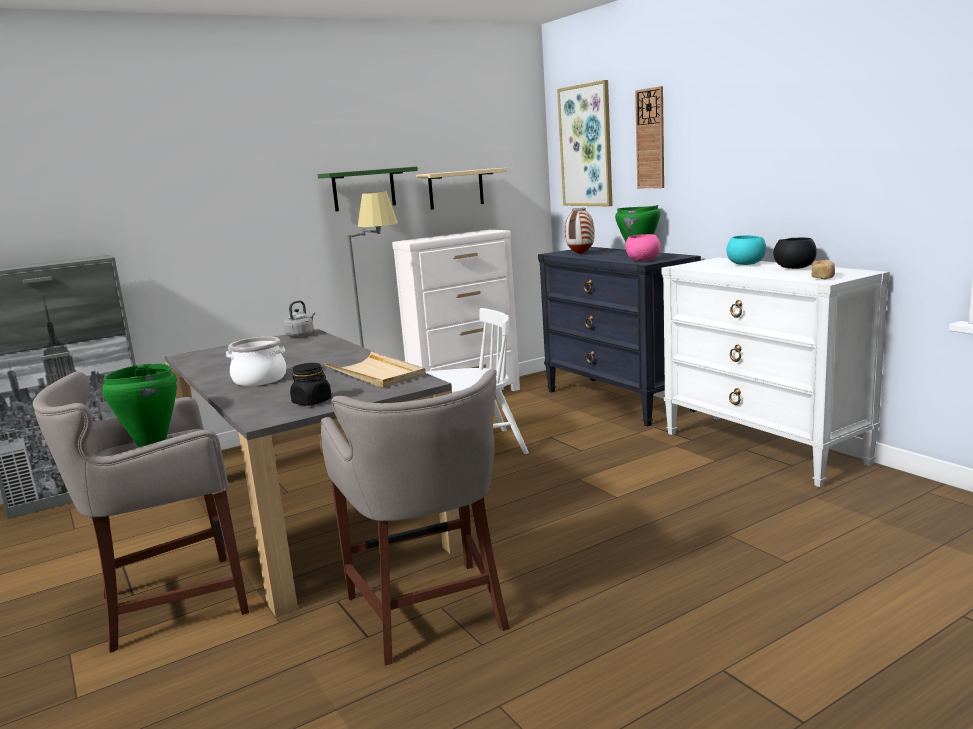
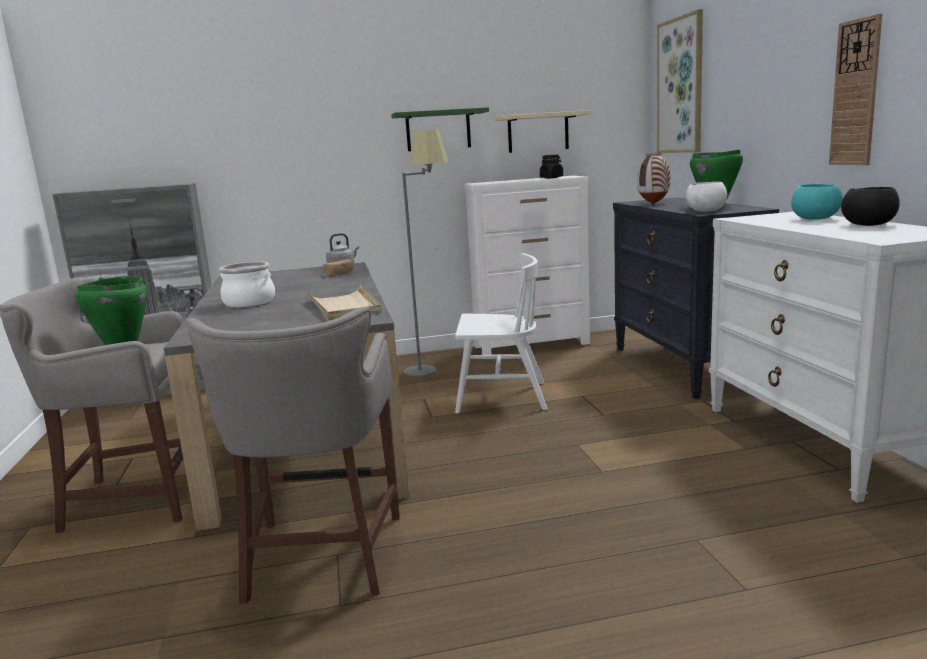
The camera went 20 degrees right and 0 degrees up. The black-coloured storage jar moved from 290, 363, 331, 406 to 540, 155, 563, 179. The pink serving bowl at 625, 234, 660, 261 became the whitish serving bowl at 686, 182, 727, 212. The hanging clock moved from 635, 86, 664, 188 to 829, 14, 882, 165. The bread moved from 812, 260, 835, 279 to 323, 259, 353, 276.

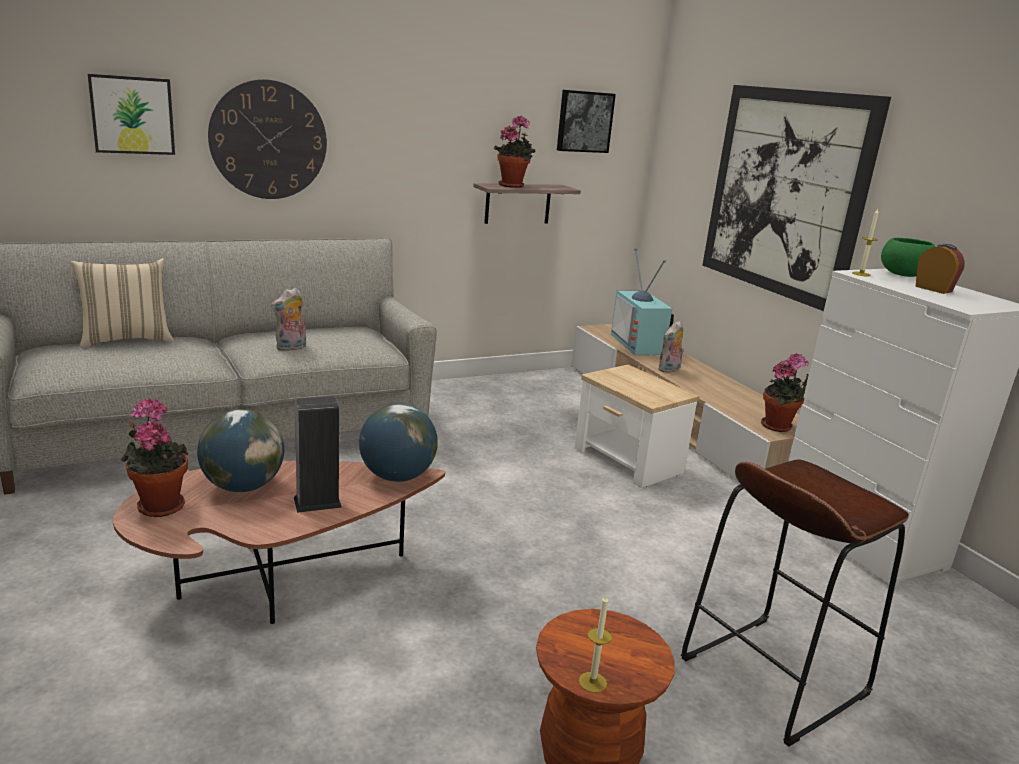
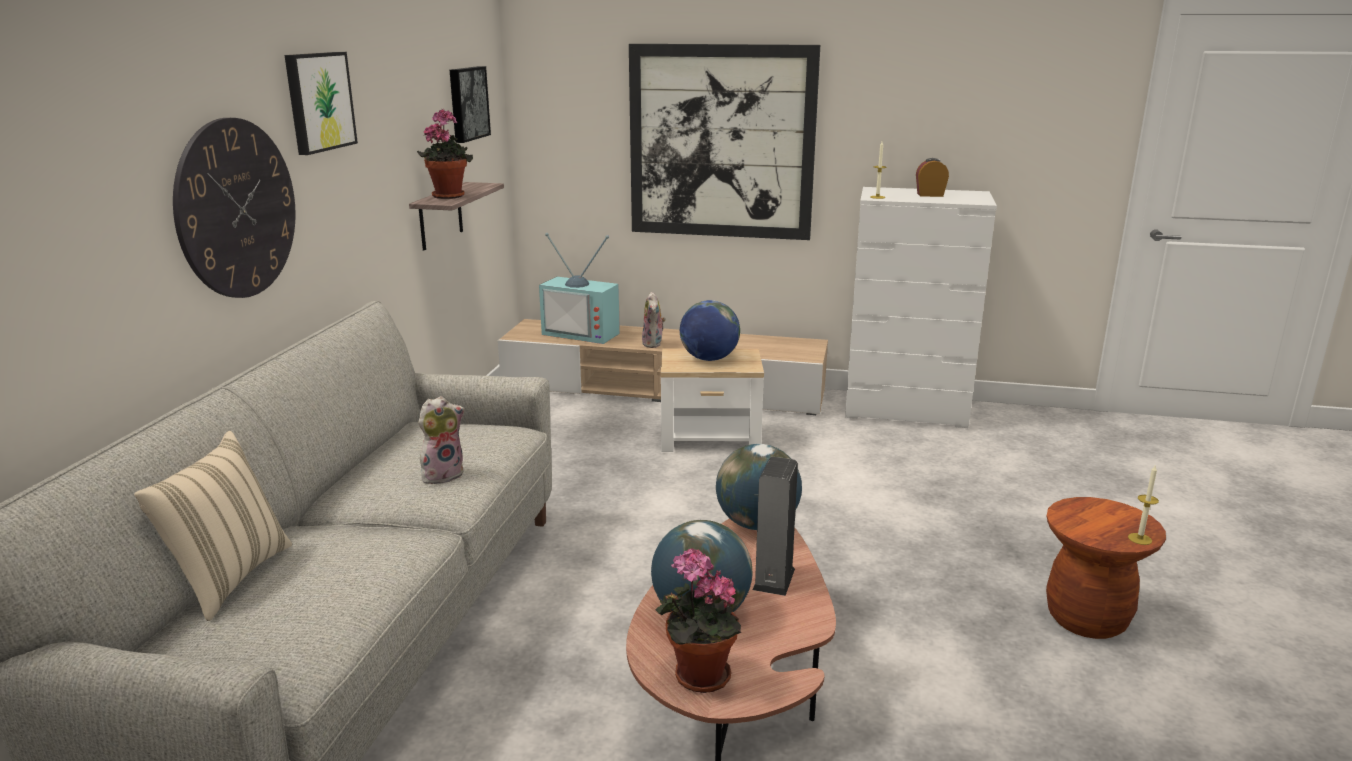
The camera went 50 degrees left and 0 degrees up. The wall picture moved from 88, 74, 175, 155 to 284, 52, 358, 155. The cuddly toy at 271, 288, 306, 351 turned 120 degrees counterclockwise. The brown-coloured stool at 681, 459, 909, 747 disappeared. The plant in a pot at 761, 353, 809, 432 disappeared. The green serving bowl at 881, 238, 935, 277 disappeared. The world globe at 680, 300, 740, 361 appeared.

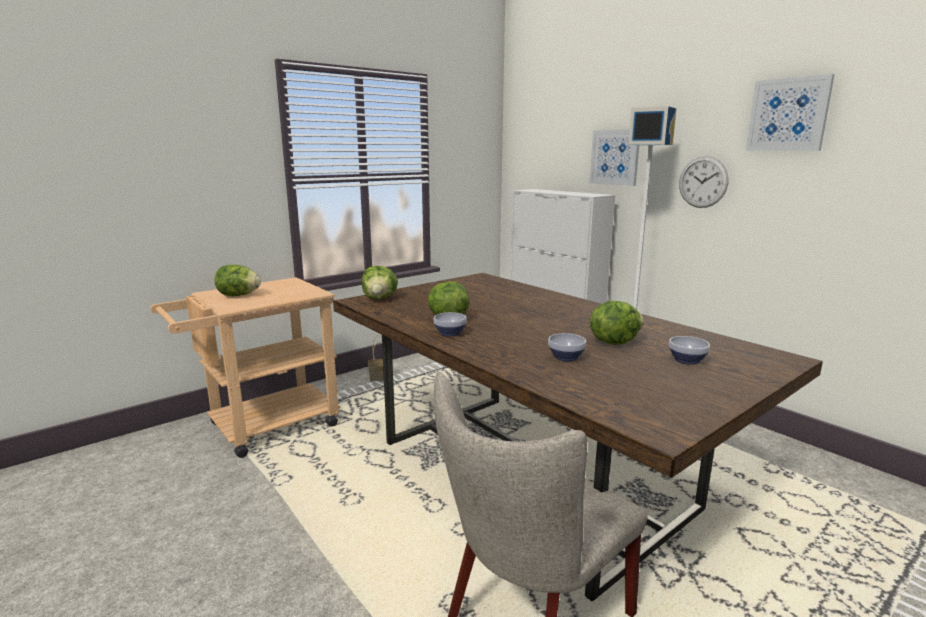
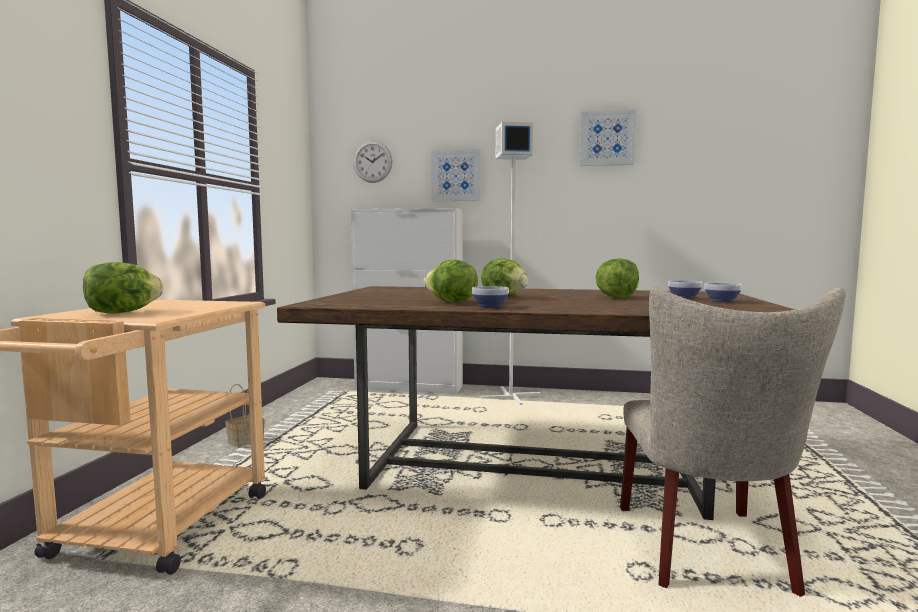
The camera went 40 degrees left and 10 degrees down. The head of lettuce moved from 362, 266, 398, 300 to 481, 258, 528, 298. The serving bowl moved from 548, 333, 586, 361 to 704, 283, 742, 302. The hanging clock moved from 679, 156, 728, 208 to 353, 141, 393, 183.

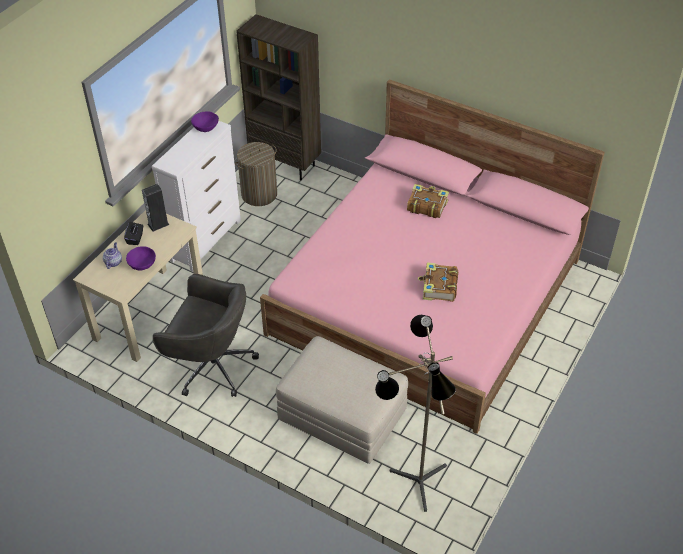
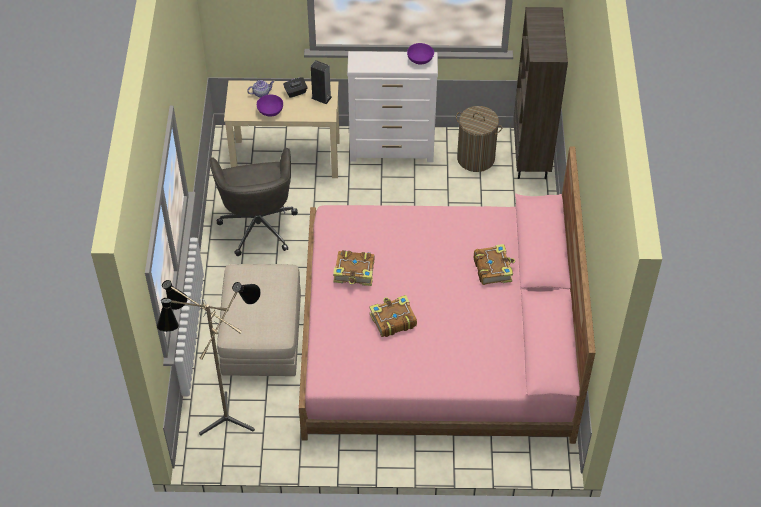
The camera went 60 degrees right and 5 degrees up. The book at 333, 250, 374, 286 appeared.

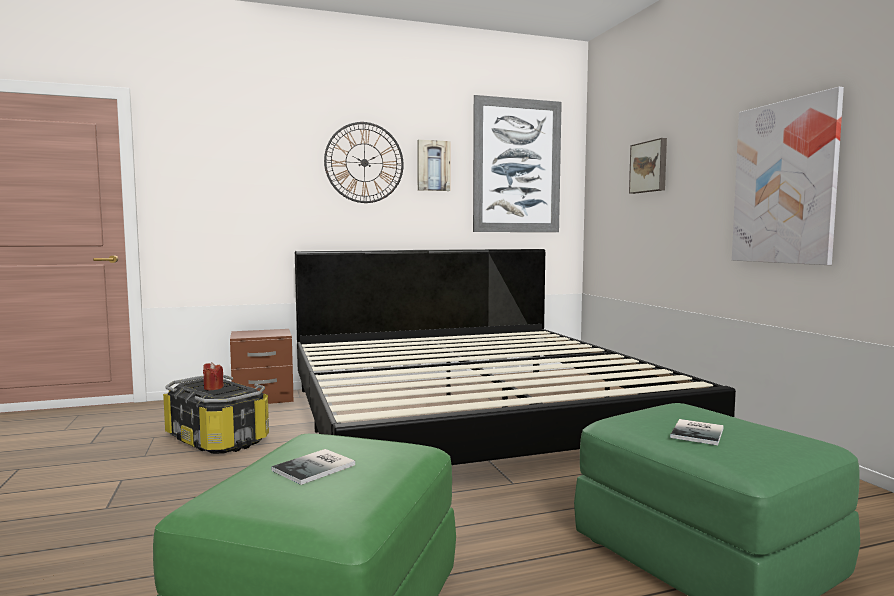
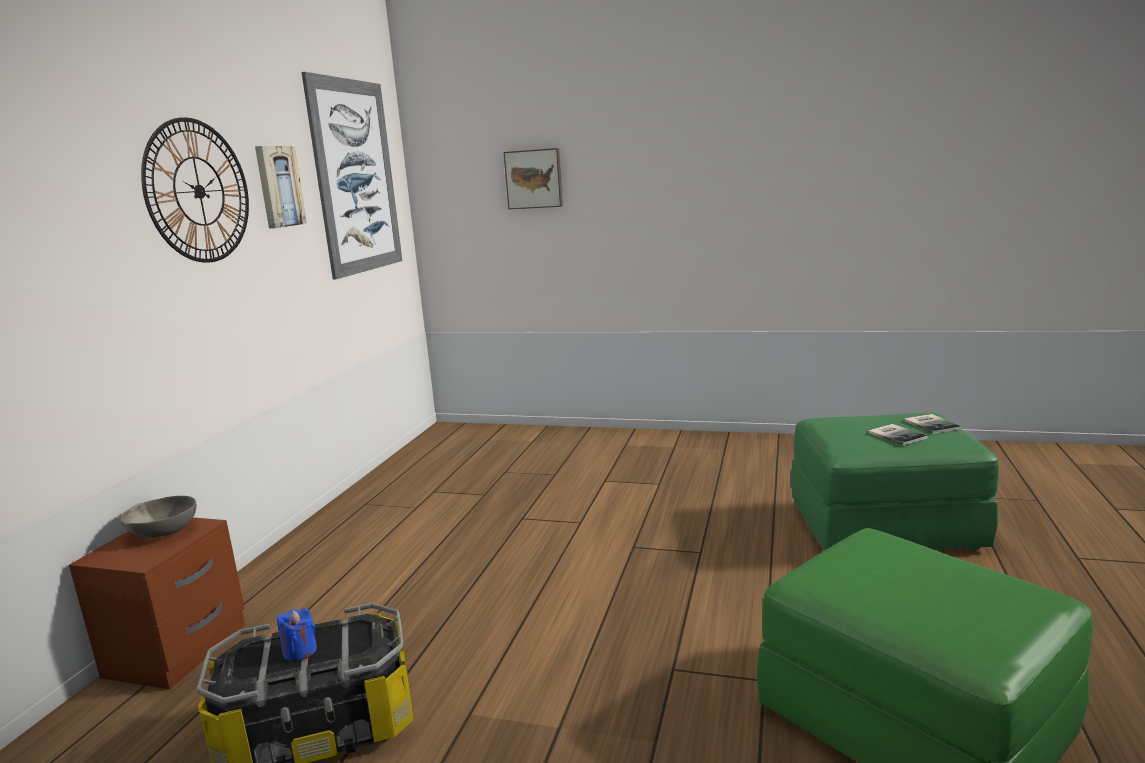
The camera went 55 degrees left and 10 degrees up. The reddish wax light at 203, 362, 224, 390 became the blue wax light at 277, 608, 317, 661. The book moved from 271, 449, 355, 485 to 904, 414, 961, 434. The sleeping bed at 295, 249, 736, 465 disappeared. The wall picture at 732, 87, 844, 265 disappeared. The greyish serving bowl at 120, 496, 197, 538 appeared.

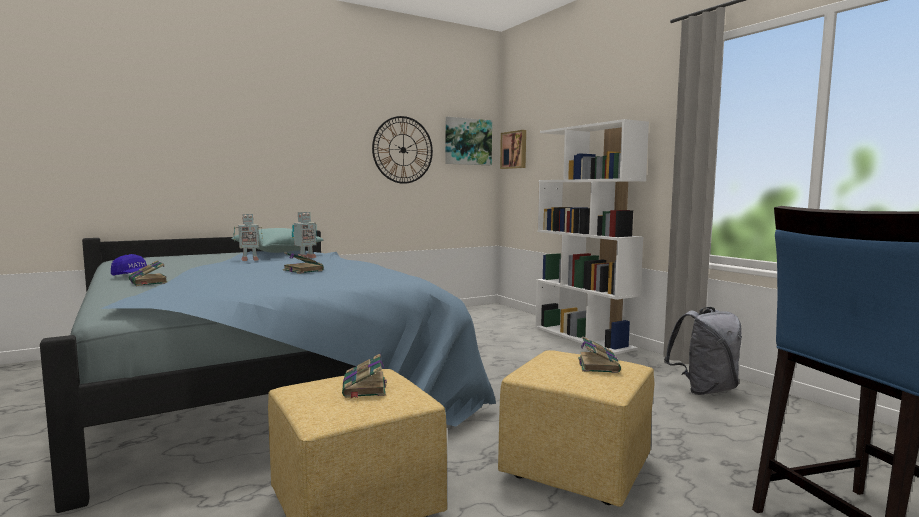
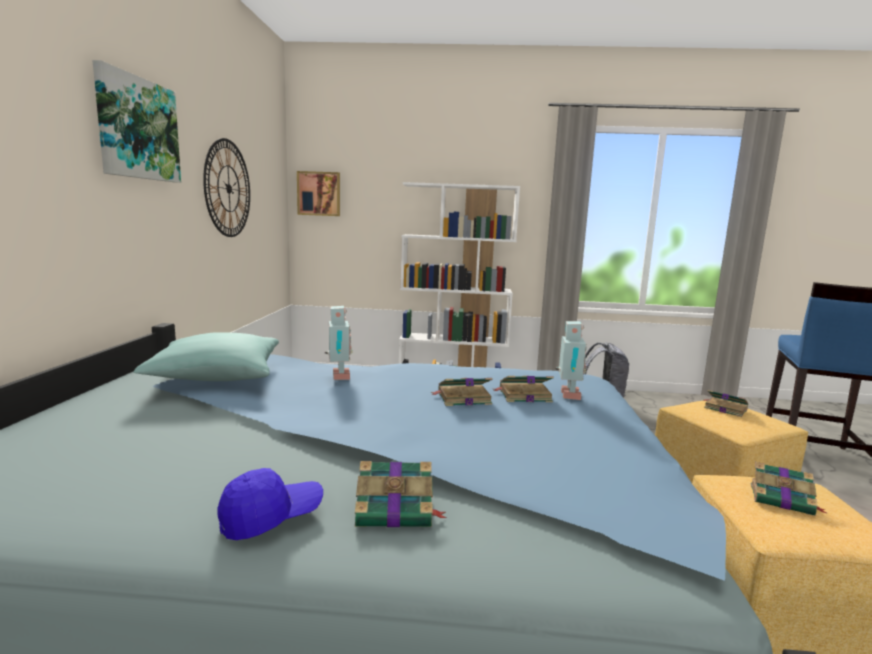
The camera went 55 degrees left and 5 degrees up. The model robot moved from 234, 214, 263, 261 to 555, 321, 587, 400. The wall picture moved from 446, 117, 492, 165 to 92, 60, 181, 183. The book at 494, 376, 554, 402 appeared.

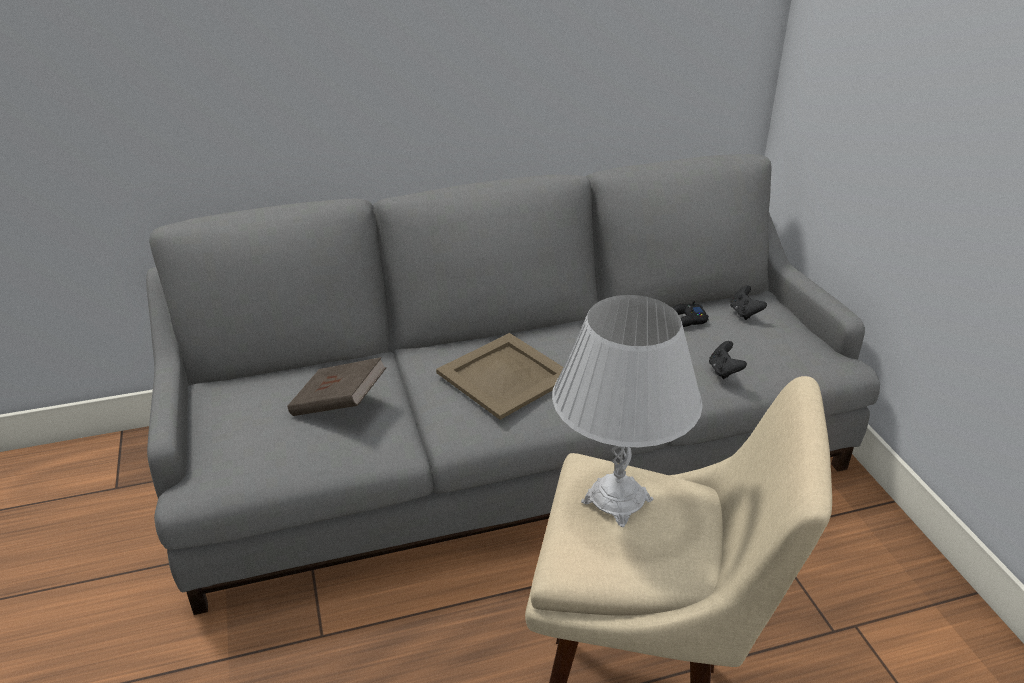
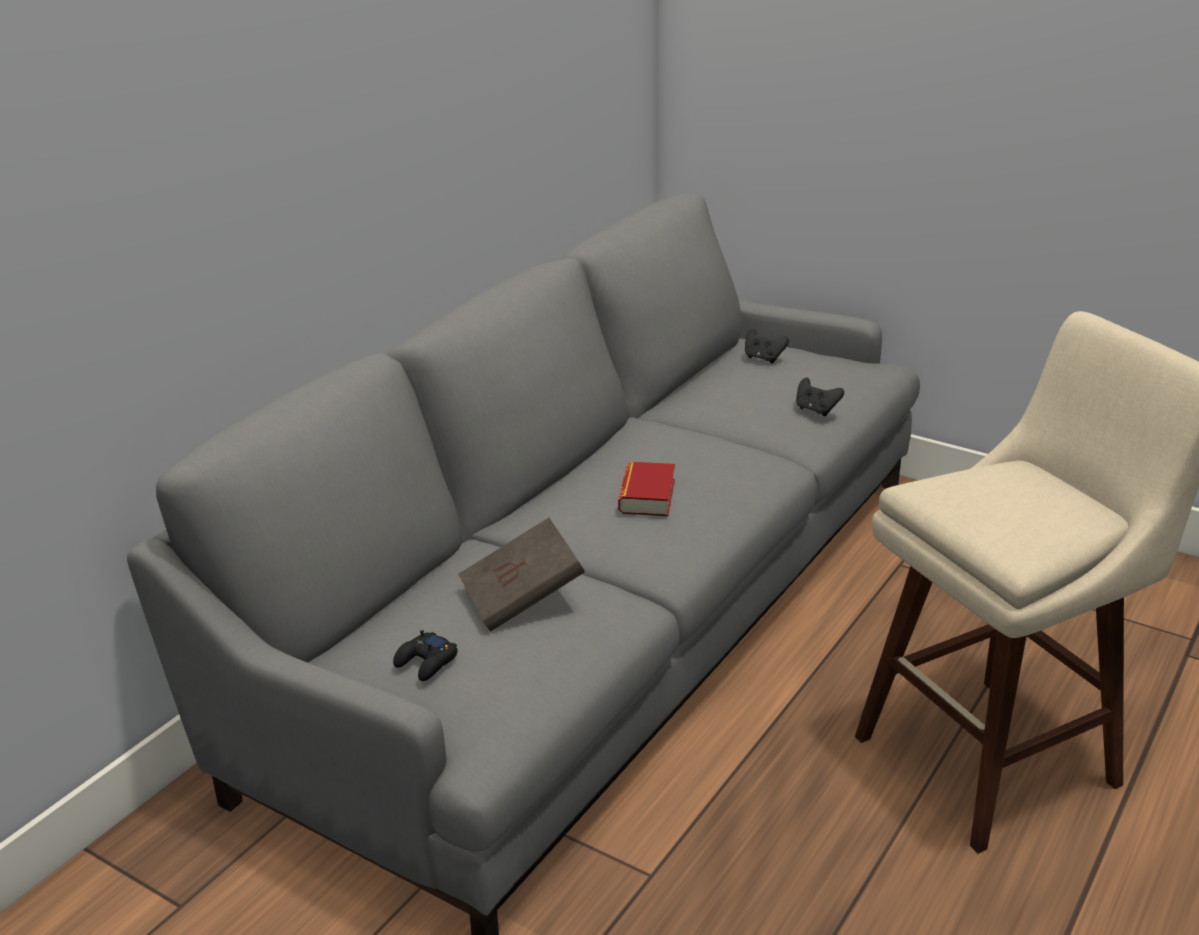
The camera went 40 degrees left and 5 degrees down. The sand-coloured serving tray at 436, 333, 563, 420 was replaced by the book at 618, 462, 675, 516. The whitish lamp for a table at 552, 295, 703, 527 disappeared. The black-coloured joypad moved from 673, 301, 709, 327 to 393, 630, 458, 681.

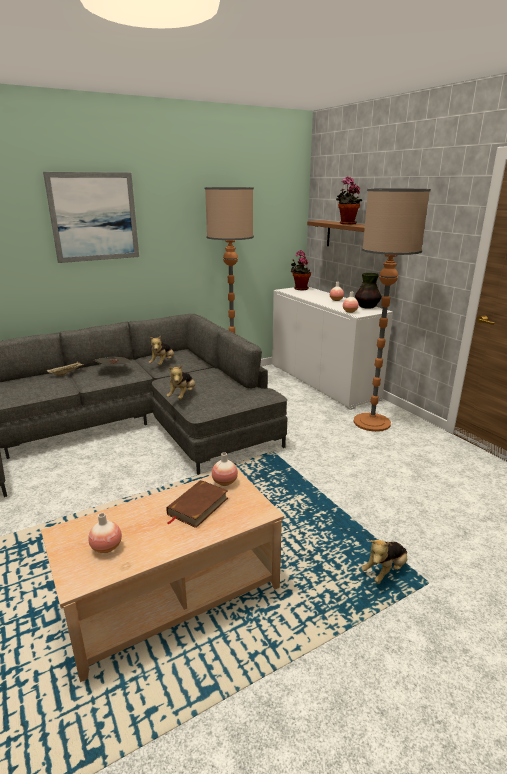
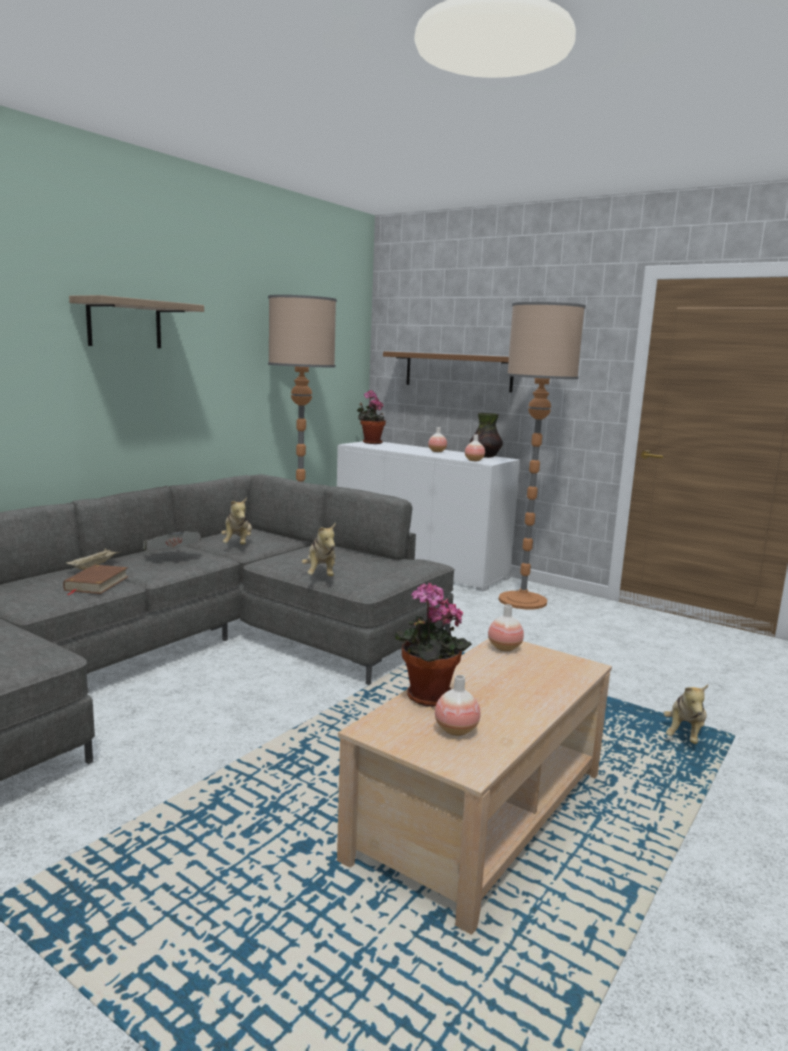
The camera went 25 degrees left and 10 degrees down. The wall picture at 43, 172, 139, 263 was replaced by the bracket shelf at 69, 295, 204, 348. The brown-coloured book moved from 167, 480, 228, 528 to 63, 565, 128, 595. The plant in a pot moved from 336, 176, 362, 225 to 395, 582, 472, 707.

